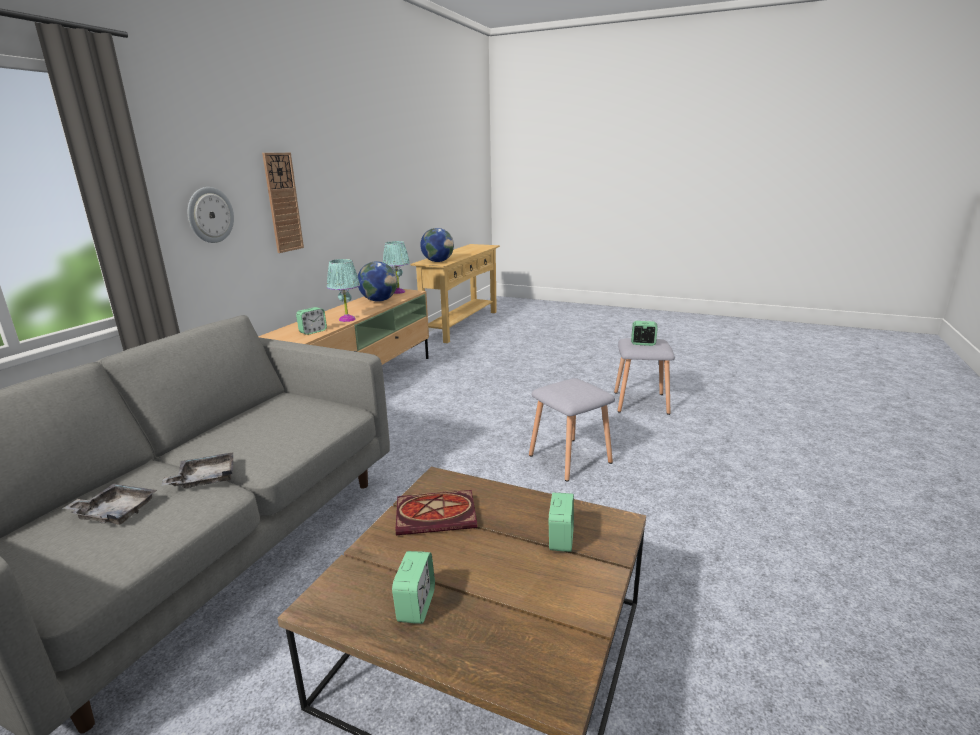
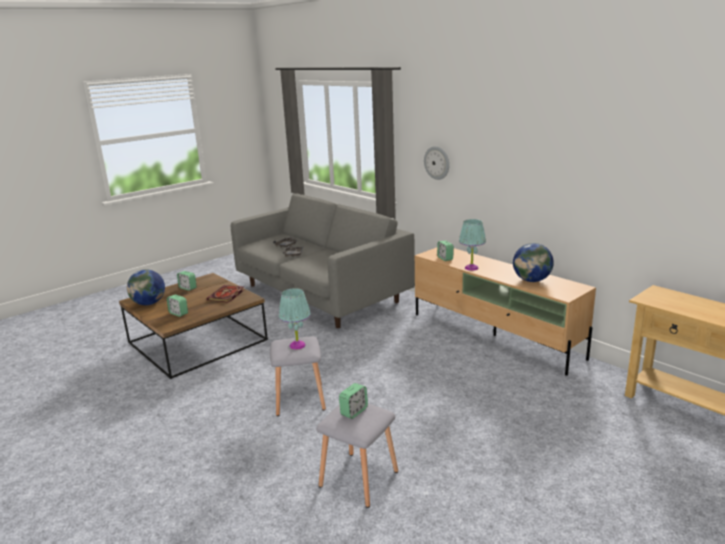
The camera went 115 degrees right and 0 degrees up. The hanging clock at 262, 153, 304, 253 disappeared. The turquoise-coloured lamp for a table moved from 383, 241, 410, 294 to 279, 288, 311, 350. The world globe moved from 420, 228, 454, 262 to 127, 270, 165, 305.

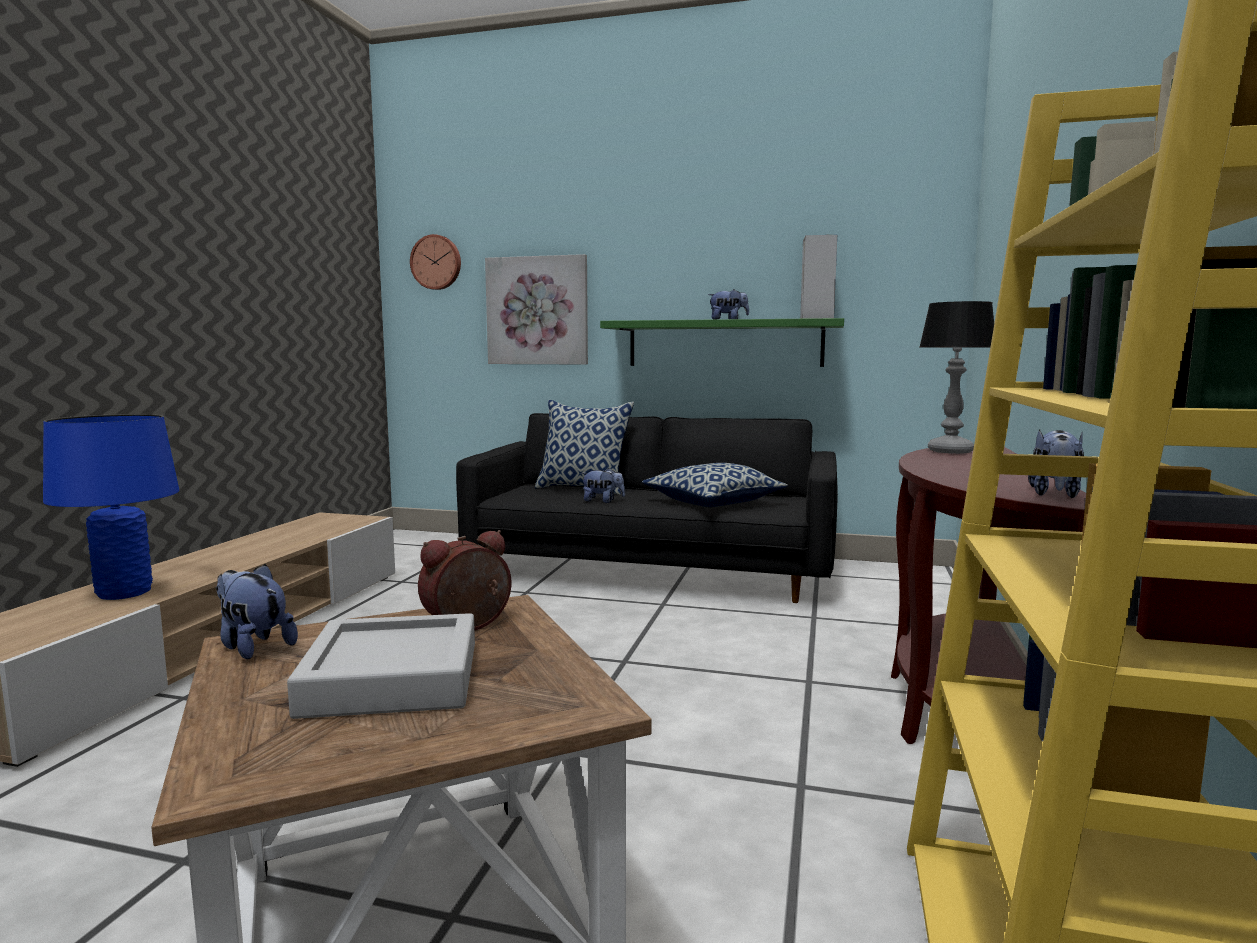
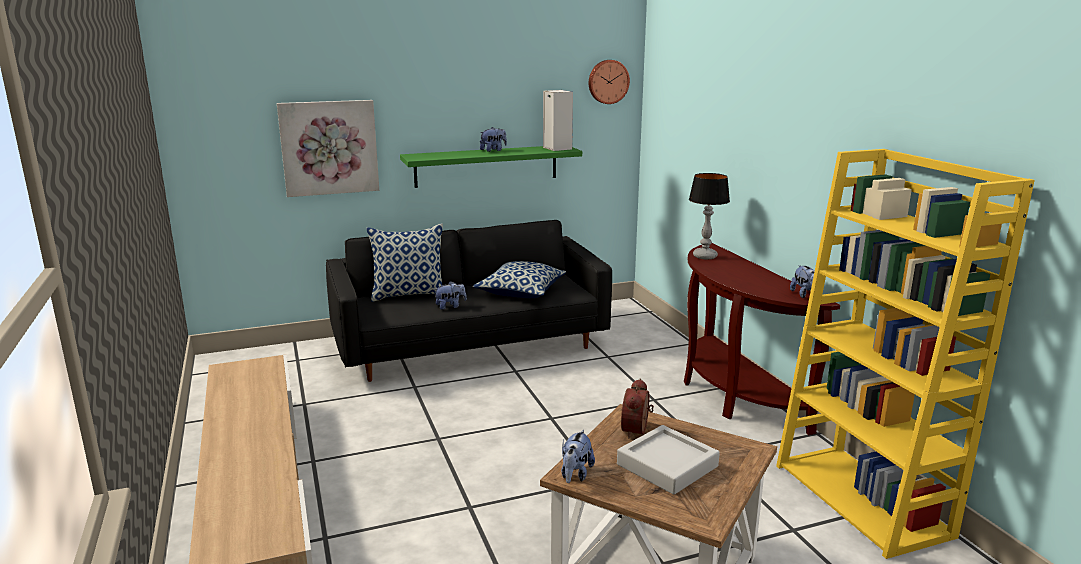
The camera went 35 degrees left and 10 degrees up. The blue lamp for a table at 43, 414, 179, 600 disappeared. The cuddly toy at 216, 564, 298, 659 turned 75 degrees counterclockwise. The hanging clock moved from 410, 234, 461, 290 to 589, 60, 630, 104.

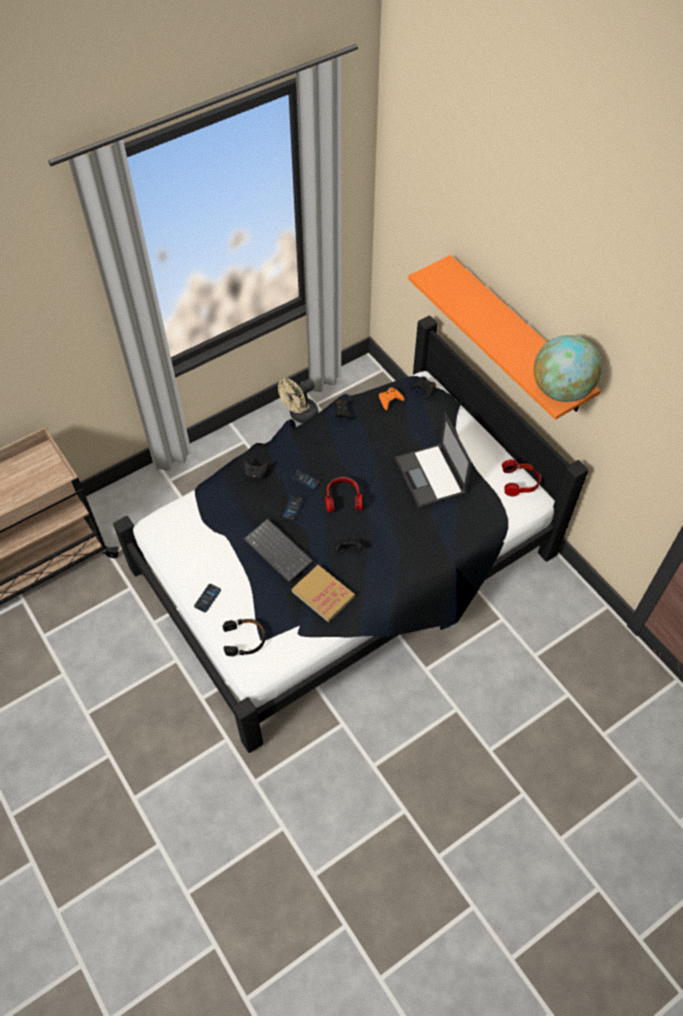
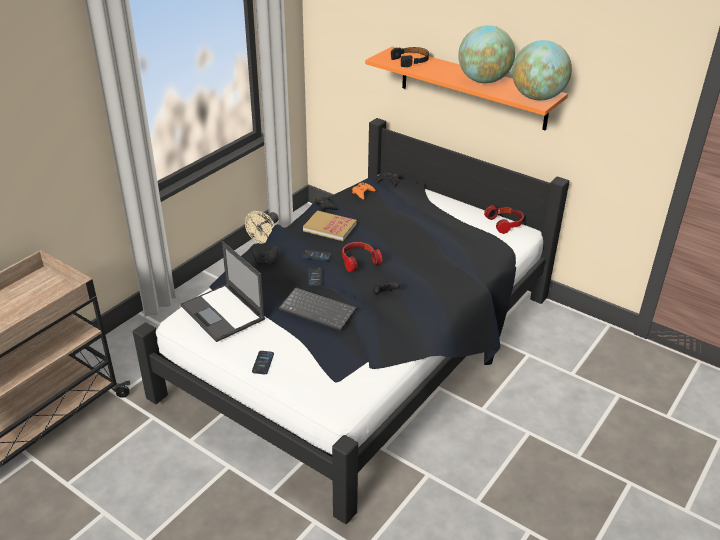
The camera went 20 degrees left and 20 degrees down. The black-coloured headset moved from 223, 619, 265, 656 to 391, 47, 429, 67. The book moved from 292, 565, 355, 623 to 303, 211, 357, 241. The laptop moved from 395, 413, 472, 508 to 181, 241, 265, 342. The world globe at 458, 25, 515, 83 appeared.

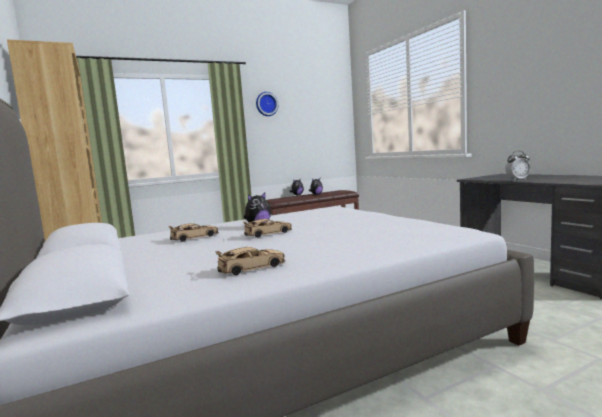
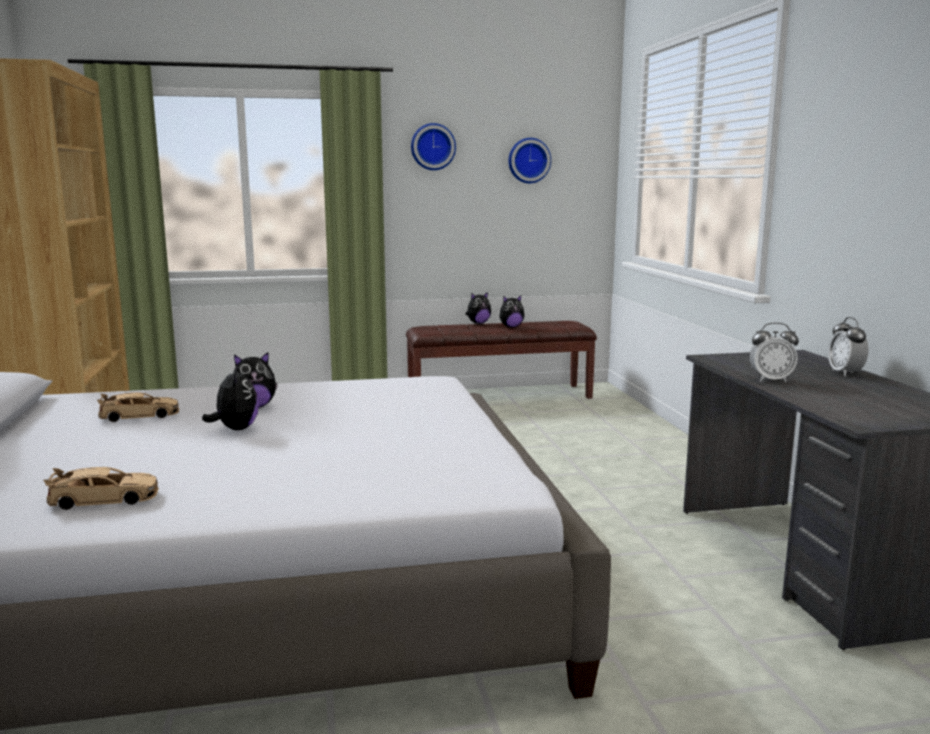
The camera went 15 degrees right and 5 degrees up. The sand-coloured model car at 243, 219, 292, 238 was replaced by the cuddly toy at 202, 365, 259, 430. The hanging clock at 509, 138, 551, 183 appeared. The bedside clock at 828, 317, 868, 376 appeared.

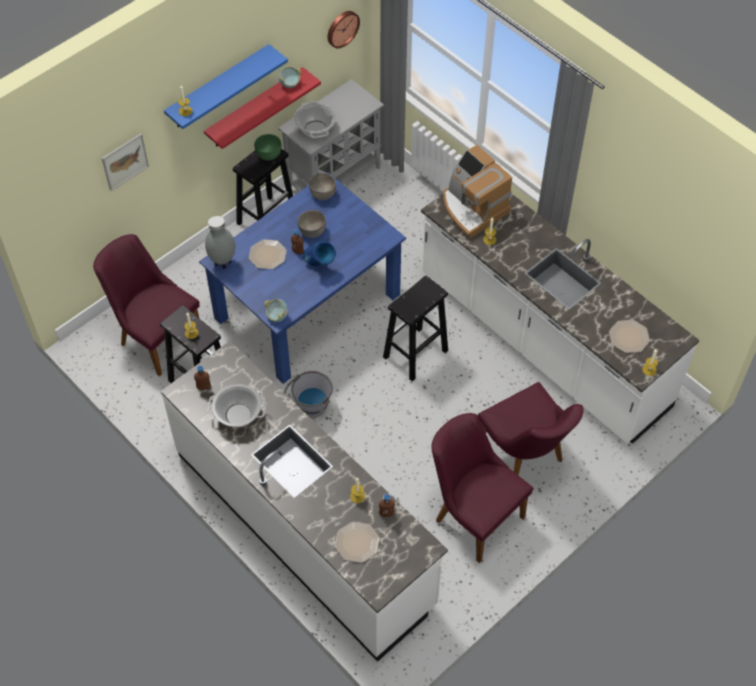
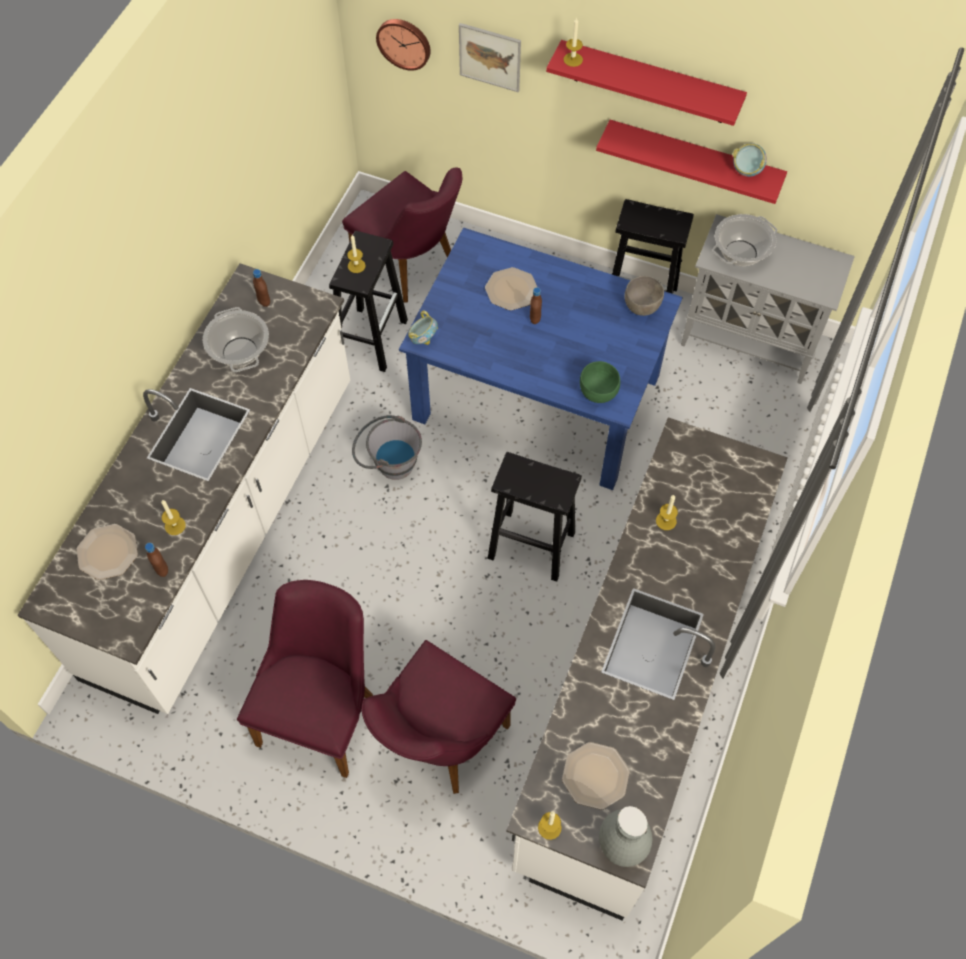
The camera went 65 degrees right and 5 degrees up. The purplish plain chair at 93, 234, 200, 376 turned 120 degrees clockwise. The blue bracket shelf at 164, 44, 288, 129 became the reddish bracket shelf at 546, 40, 747, 126. The greyish decorative vase moved from 205, 216, 235, 269 to 599, 806, 652, 867. The green serving bowl moved from 254, 134, 282, 161 to 580, 361, 620, 403. The greyish serving bowl at 298, 210, 326, 238 disappeared. The blue decorative vase at 303, 241, 336, 266 disappeared. The hanging clock moved from 327, 11, 360, 48 to 376, 19, 431, 71. The coffee brewer at 443, 145, 512, 238 disappeared.

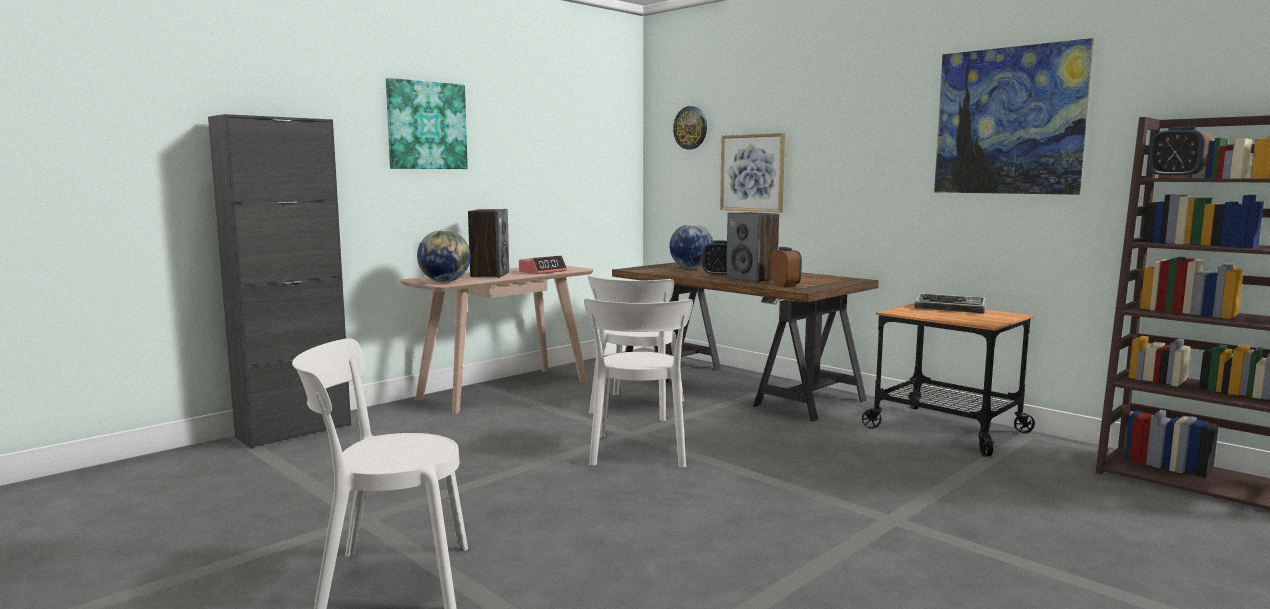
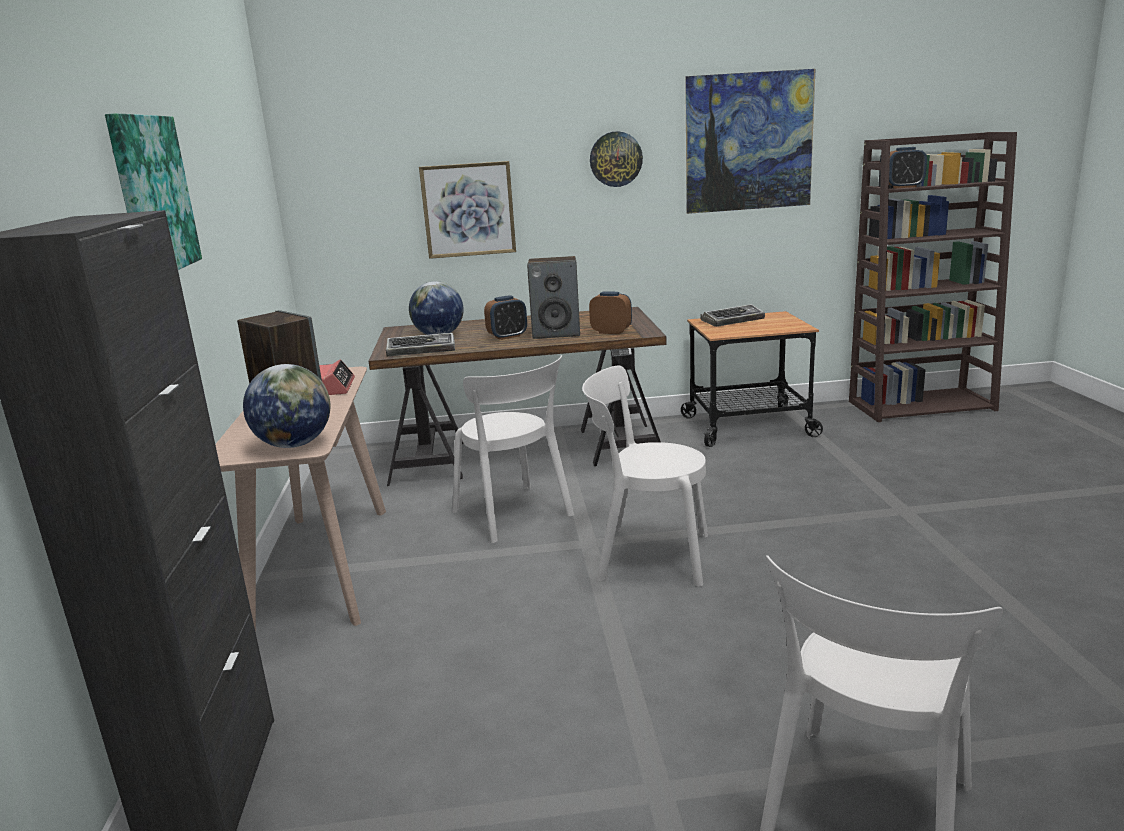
The camera went 50 degrees left and 10 degrees up. The whitish plain chair at 584, 298, 693, 468 turned 150 degrees clockwise. The hanging clock moved from 673, 106, 707, 149 to 590, 131, 643, 187. The keyboard at 386, 333, 455, 356 appeared.

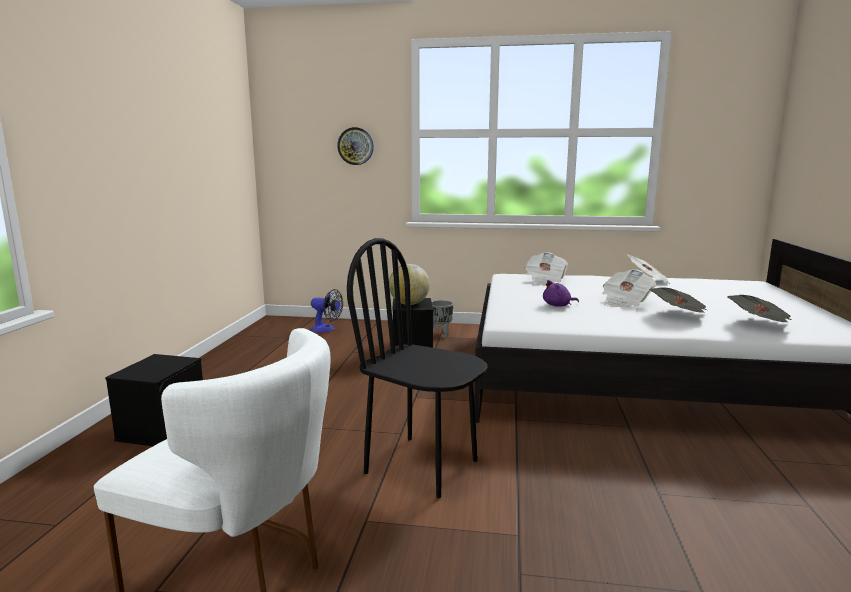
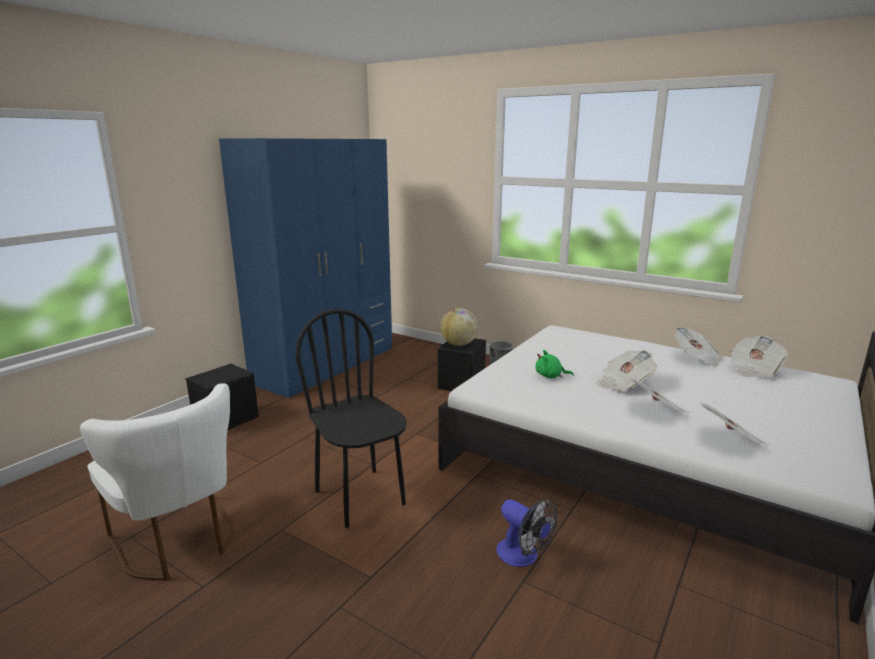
The camera went 25 degrees right and 5 degrees up. The electric fan moved from 310, 289, 343, 332 to 496, 499, 558, 567. The hanging clock at 337, 127, 374, 165 disappeared. The daily paper moved from 525, 252, 568, 285 to 731, 336, 789, 378. The purplish cuddly toy at 543, 280, 579, 307 became the green cuddly toy at 535, 350, 574, 378. The blue wardrobe at 219, 138, 392, 398 appeared.

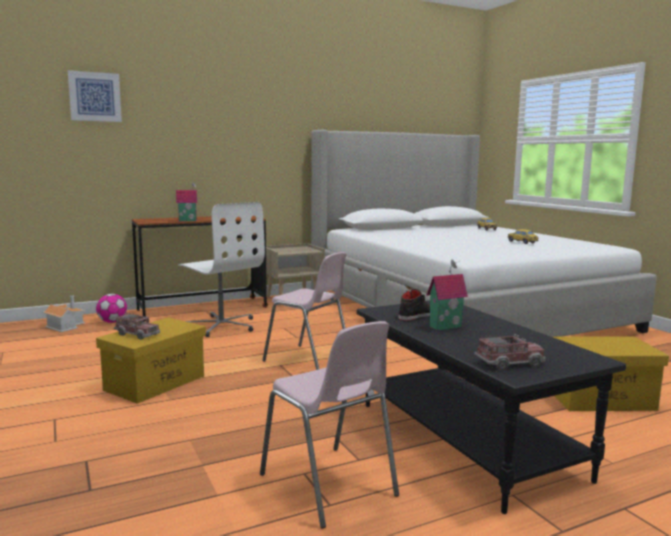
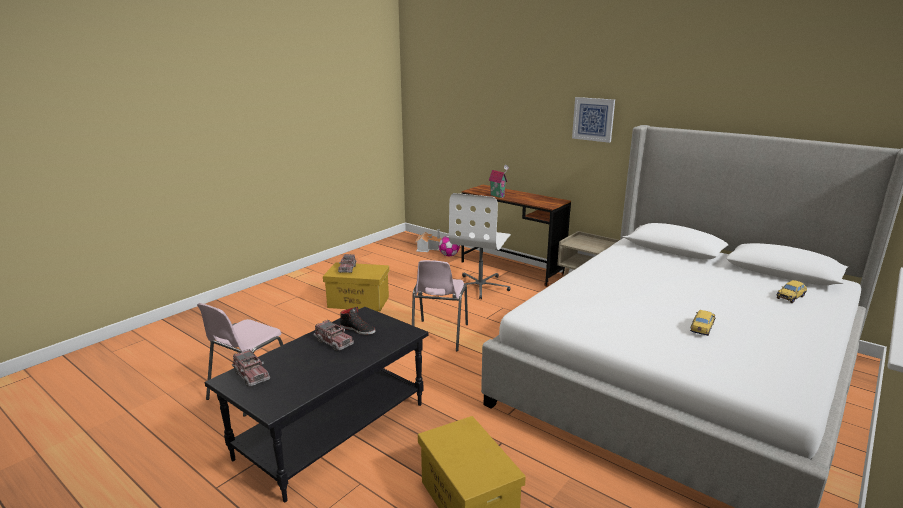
The camera went 65 degrees right and 10 degrees up. The wall picture moved from 68, 70, 122, 122 to 572, 97, 615, 143. The miniature house at 427, 259, 468, 330 was replaced by the toy lorry at 313, 320, 354, 351.

